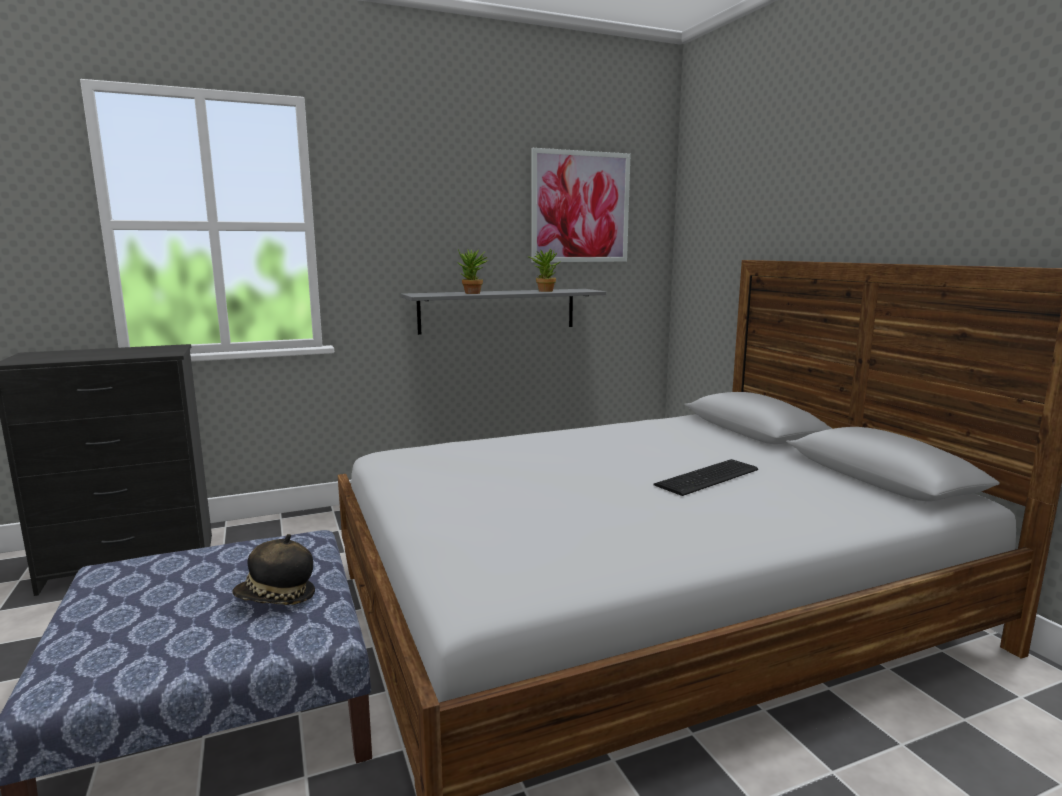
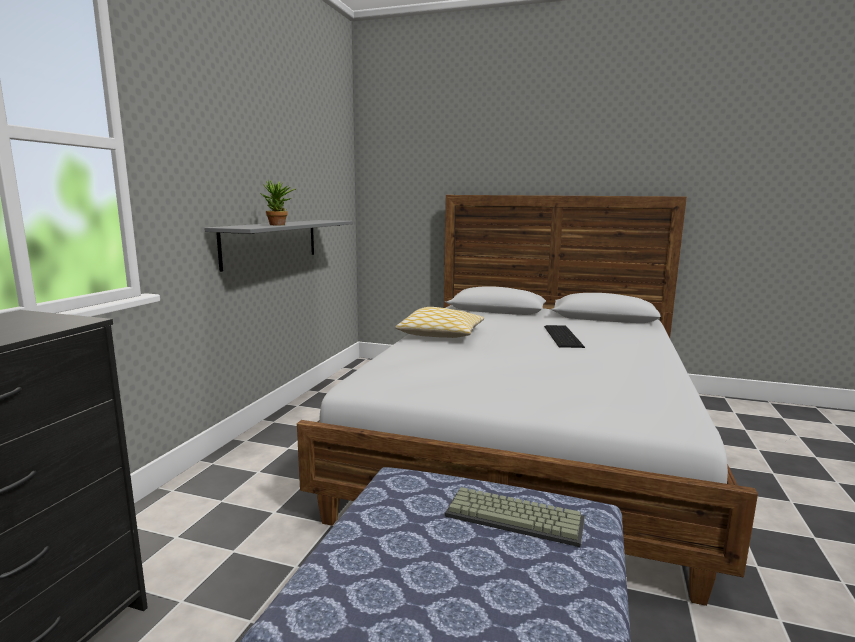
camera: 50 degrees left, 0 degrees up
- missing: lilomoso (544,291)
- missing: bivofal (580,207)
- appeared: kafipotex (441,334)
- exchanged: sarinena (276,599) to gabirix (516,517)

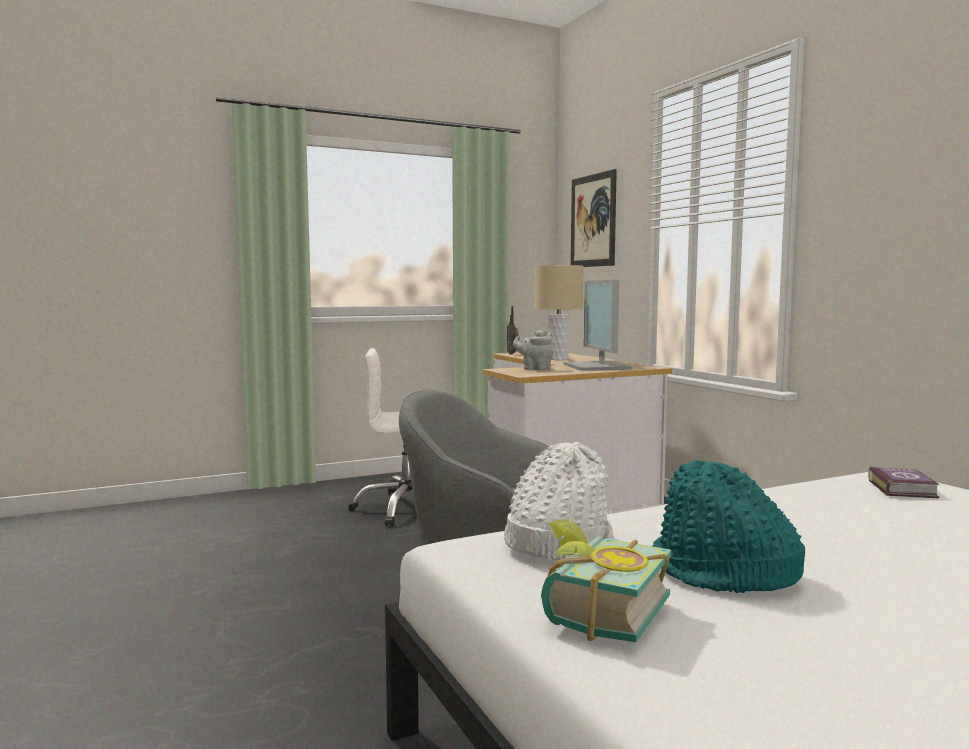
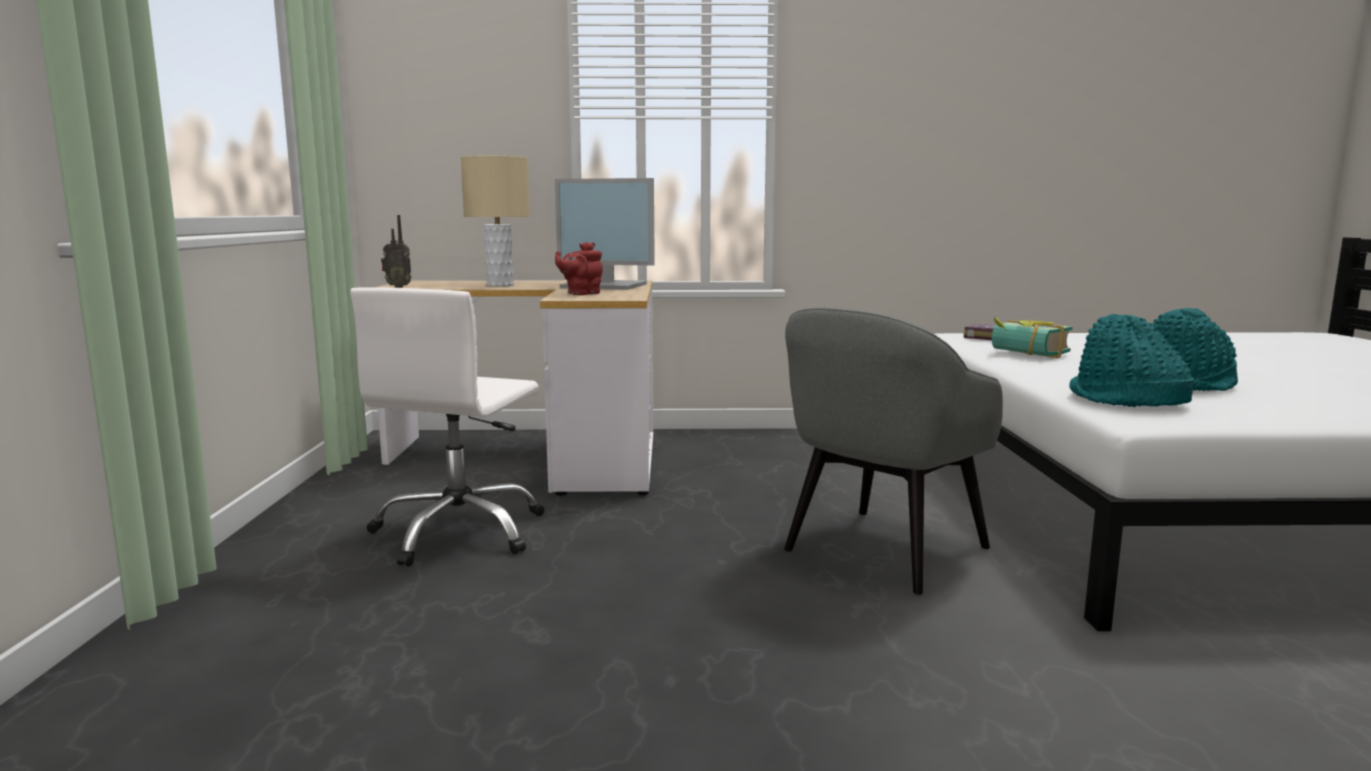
camera: 65 degrees left, 5 degrees up
- missing: bivofal (593,220)
- relocated: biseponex (594,612) to (1025,355)
- colour: white sarinena (557,542) to turquoise sarinena (1126,400)
- colour: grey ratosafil (534,369) to red ratosafil (581,293)

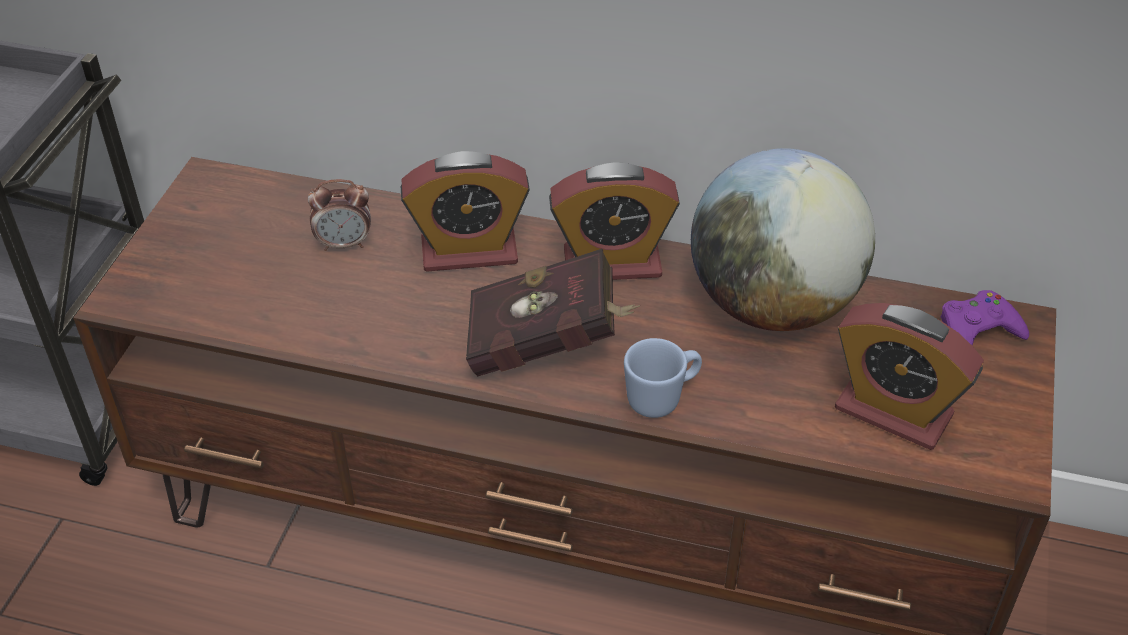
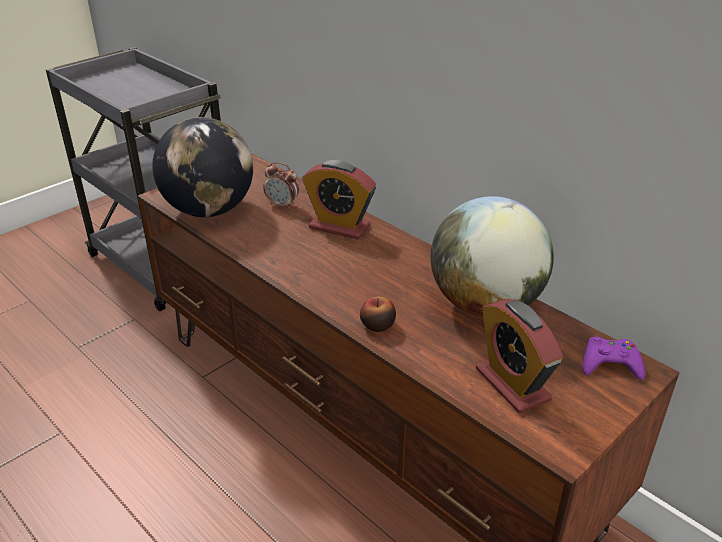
camera: 30 degrees right, 10 degrees down
- missing: red biseponex (548,344)
- missing: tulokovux (612,263)
- appeared: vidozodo (209,210)
- exchanged: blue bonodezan (662,398) to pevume (377,325)

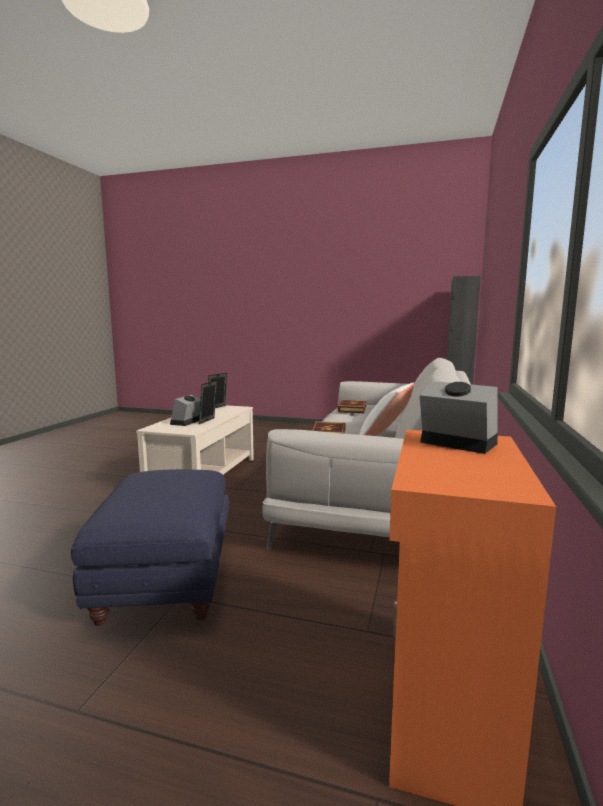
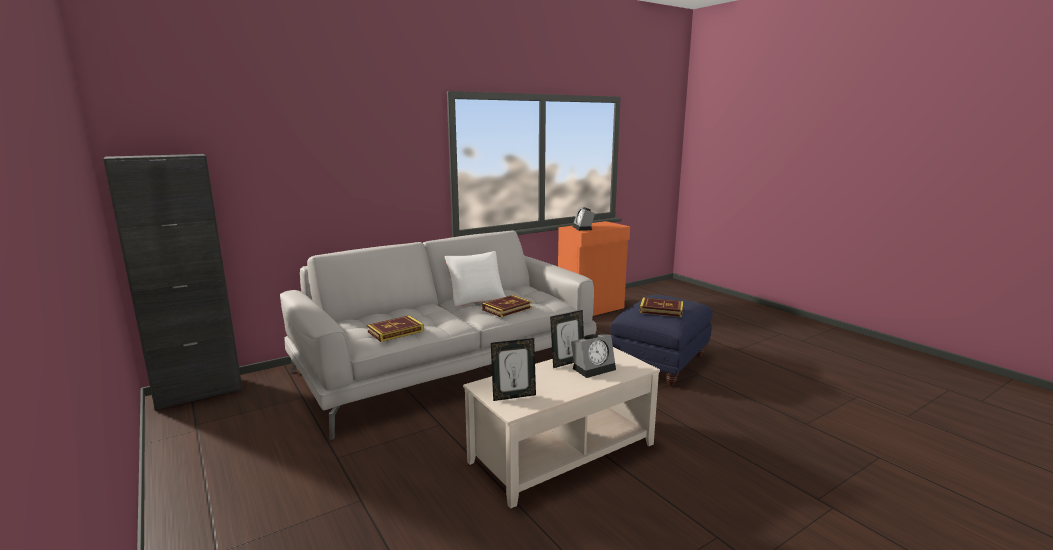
camera: 140 degrees left, 5 degrees up
- appeared: biseponex (661,310)

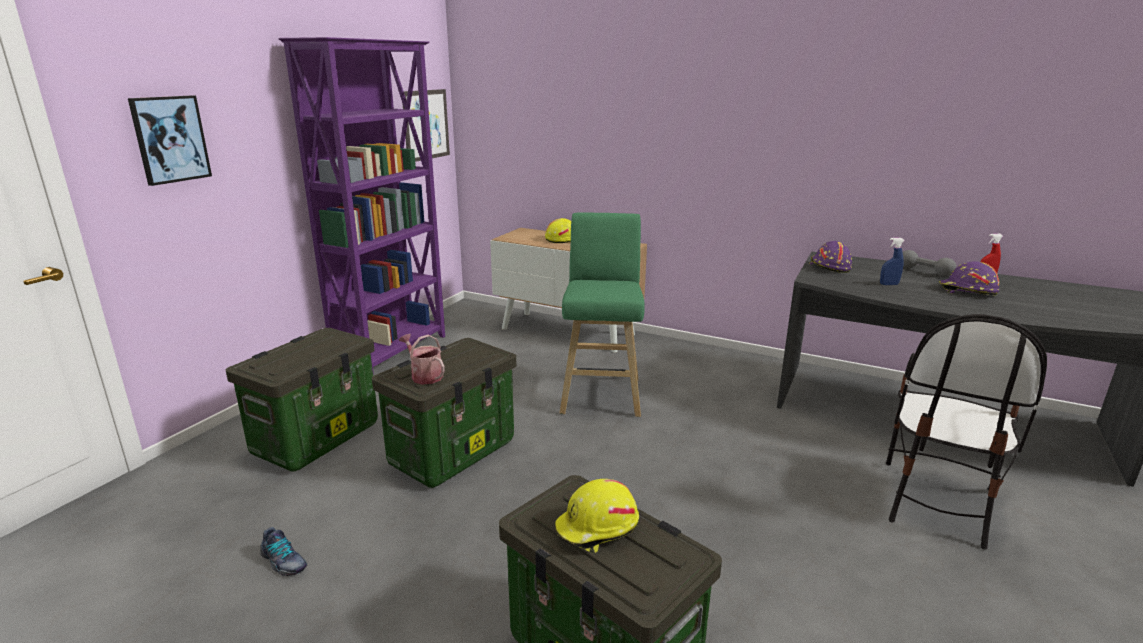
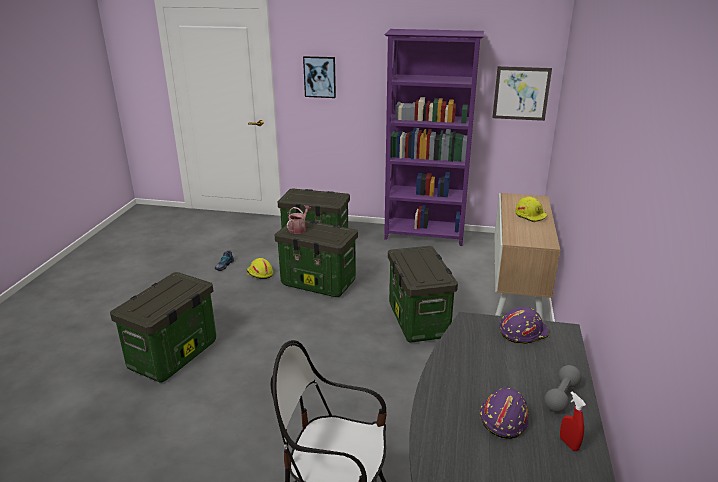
camera: 75 degrees right, 5 degrees up
- missing: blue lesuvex (889,284)
- relocated: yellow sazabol (597,528) to (259,274)
- exchanged: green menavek (601,393) to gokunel (419,321)

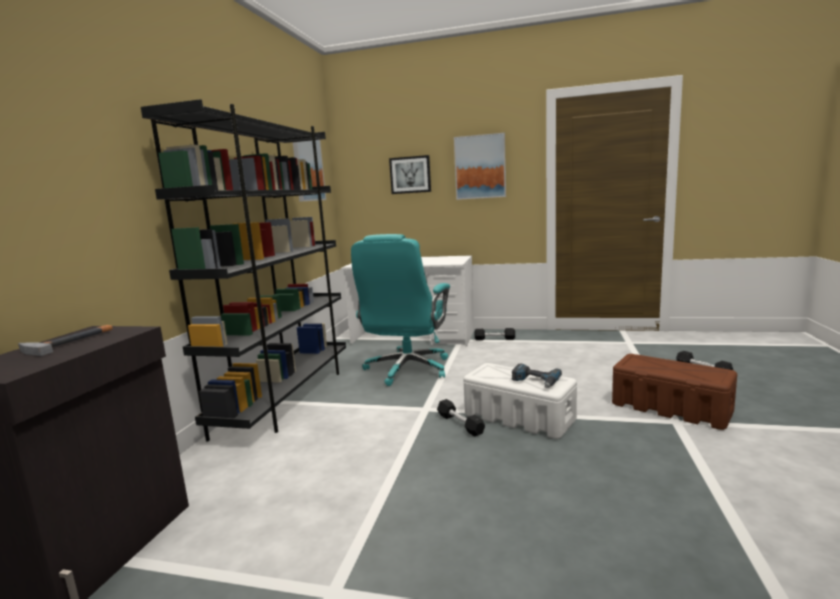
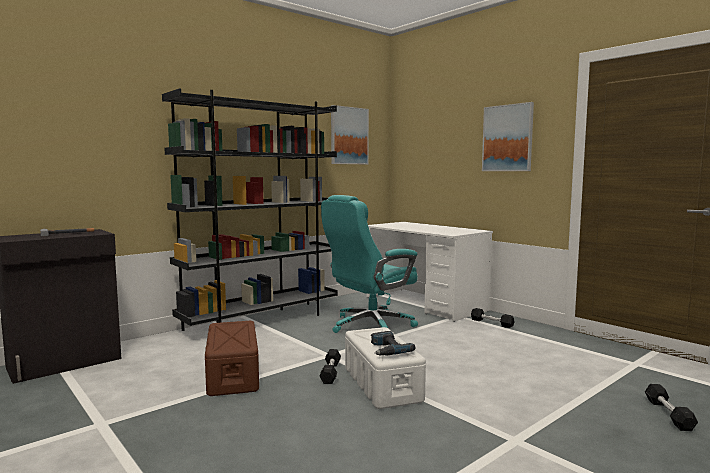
camera: 35 degrees right, 5 degrees down
- missing: bivofal (410,175)
- relocated: brown gokunel (671,408) to (233,374)

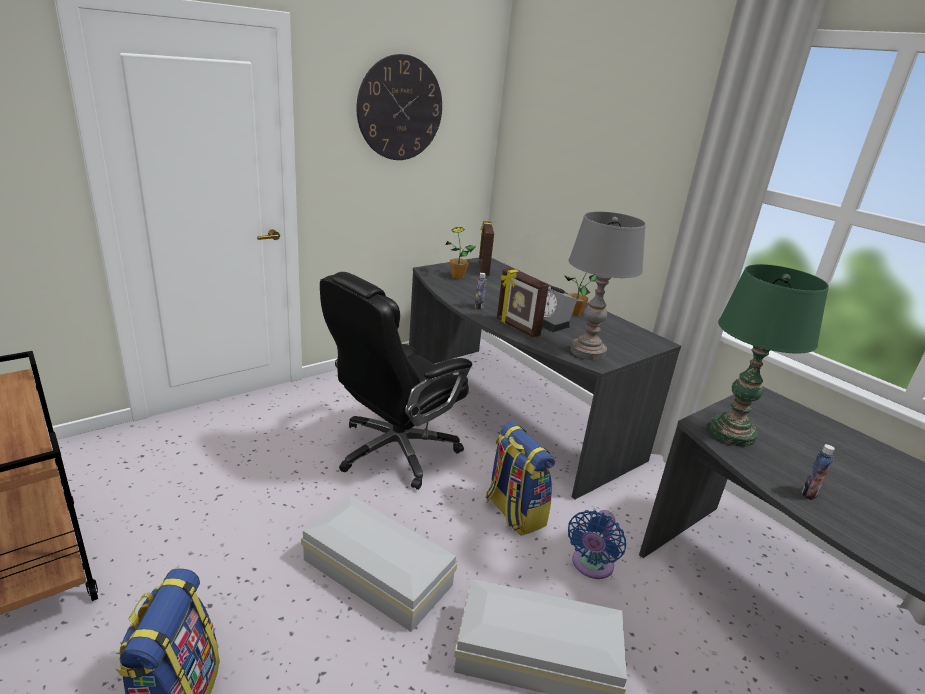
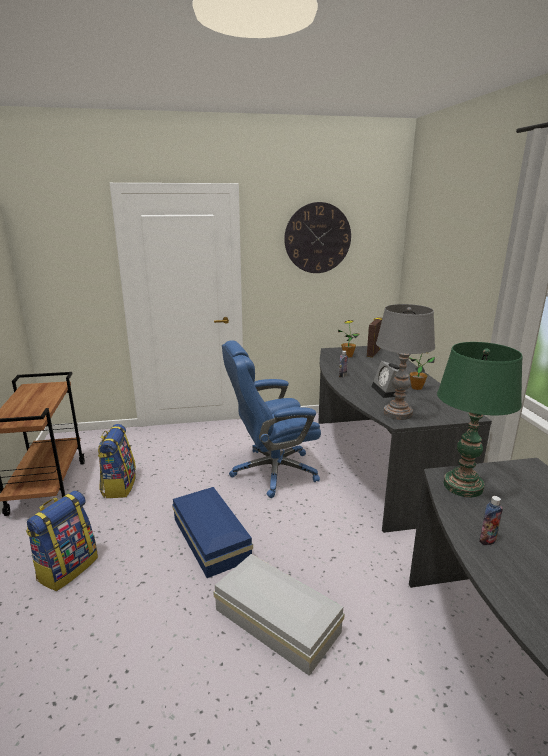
camera: 30 degrees right, 5 degrees down
- missing: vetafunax (517,327)
- missing: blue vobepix (591,566)
- relocated: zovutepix (513,512) to (119,486)
- colour: white gokunel (378,574) to blue gokunel (210,540)
- colour: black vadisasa (394,451) to blue vadisasa (272,471)

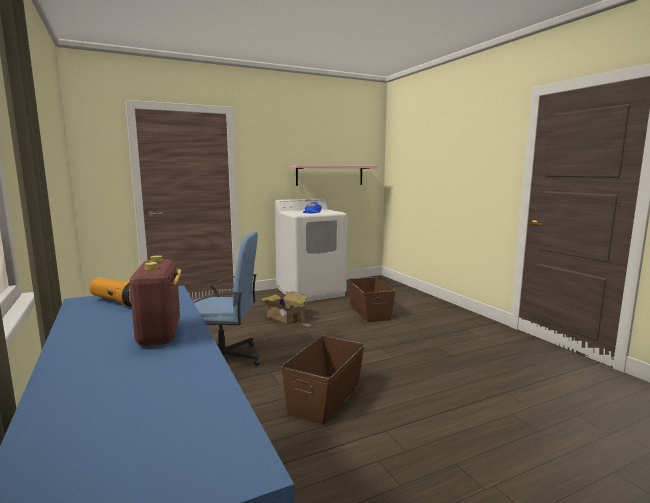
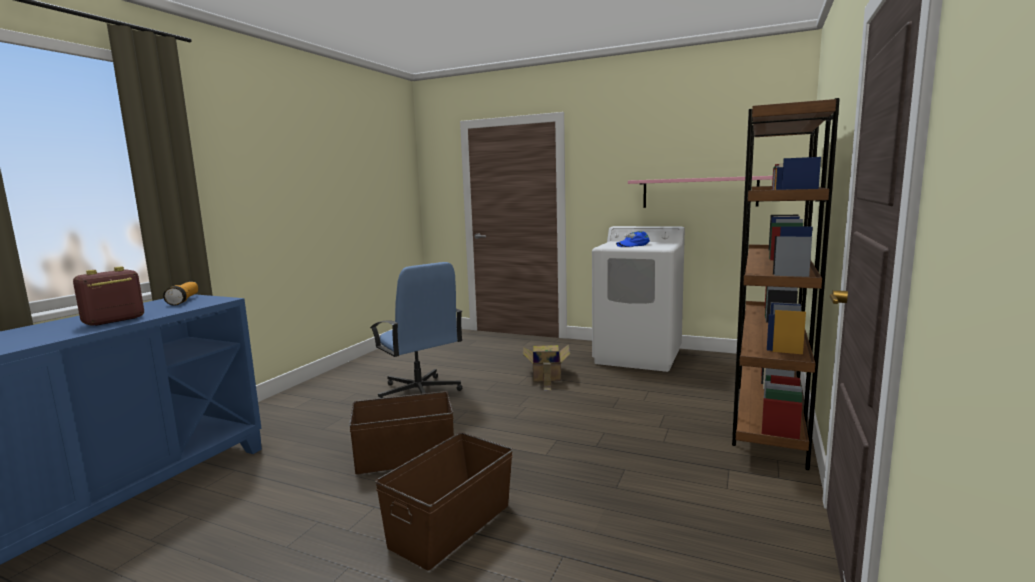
camera: 50 degrees right, 0 degrees up
- appeared: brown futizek (768,418)
- relocated: brown gokunel (370,312) to (452,525)

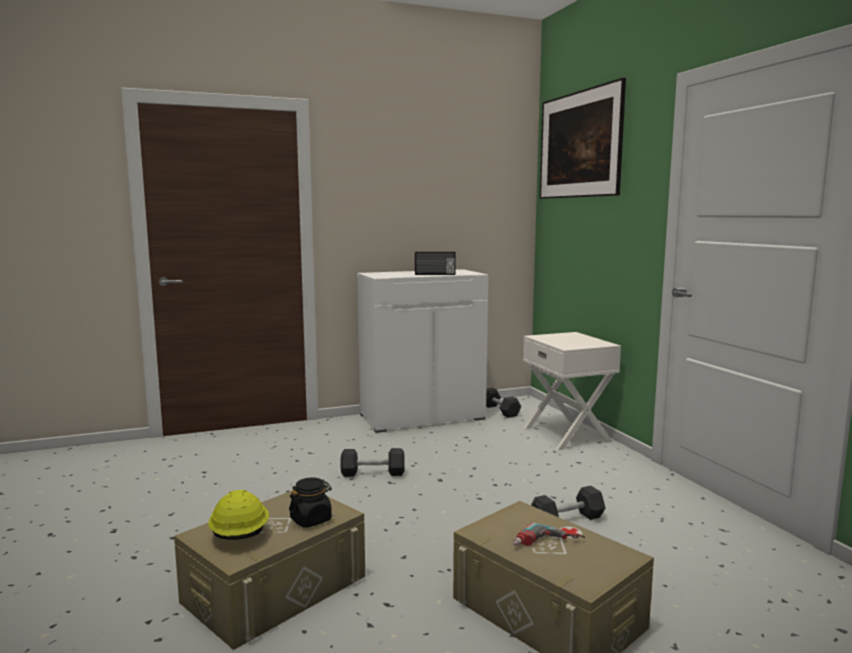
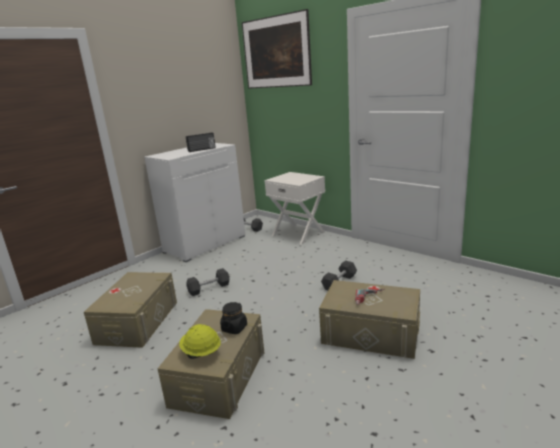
camera: 25 degrees left, 10 degrees up
- appeared: beige gokunel (138,322)

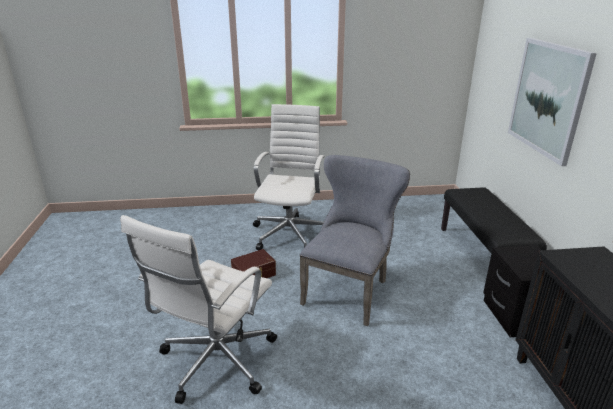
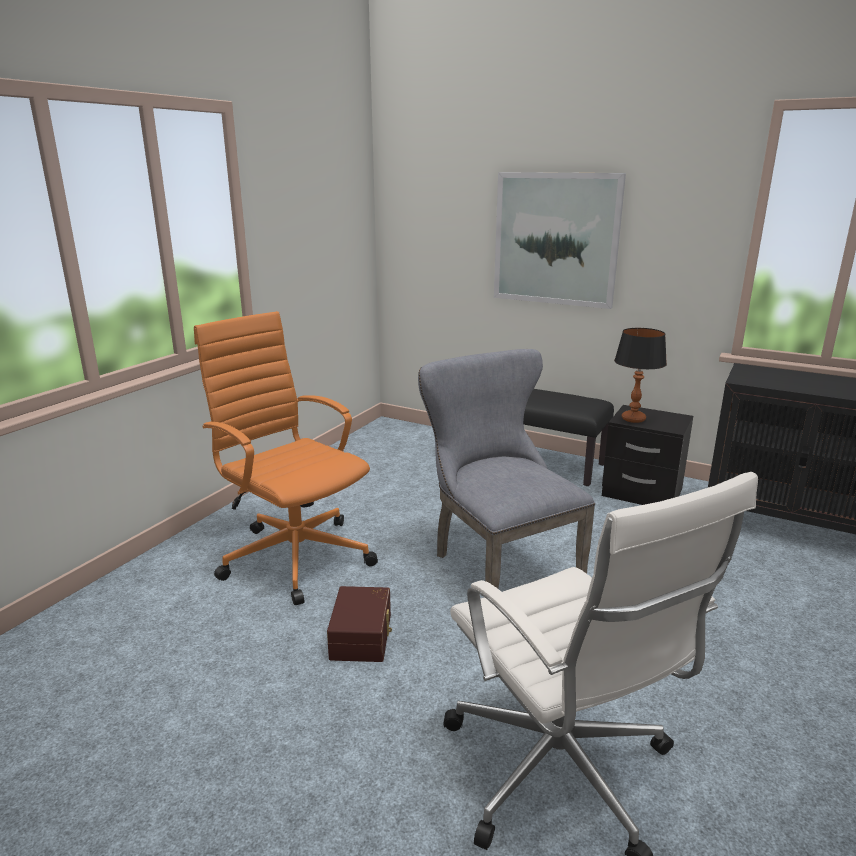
camera: 55 degrees left, 5 degrees down
- appeared: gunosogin (633,419)
- colour: white vadisasa (290,233) to orange vadisasa (295,555)

